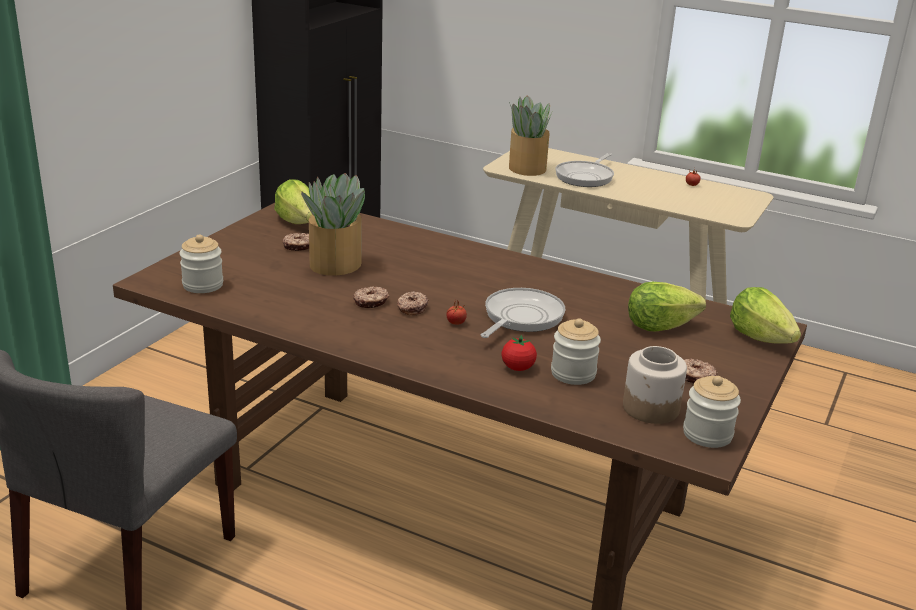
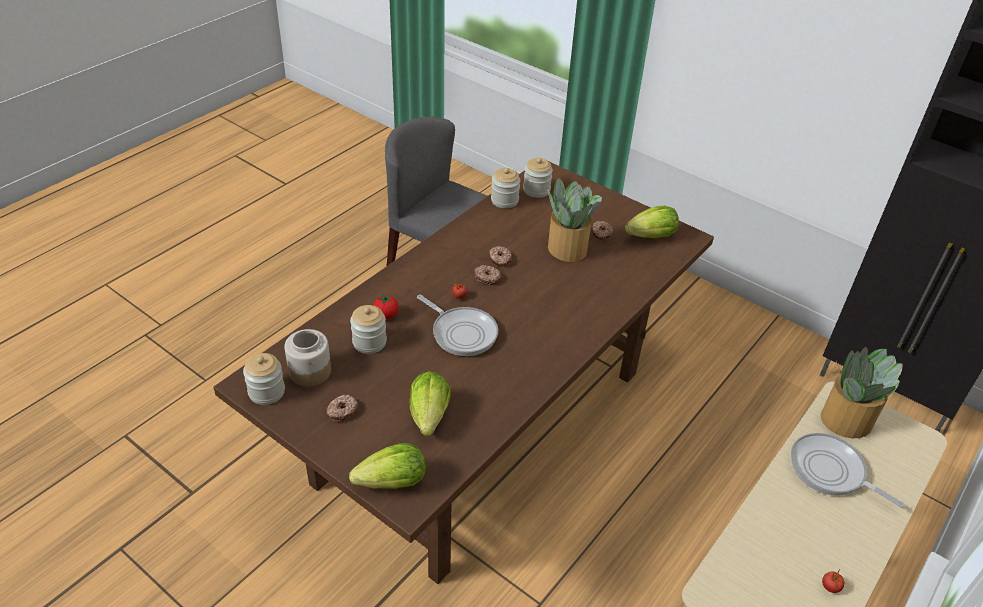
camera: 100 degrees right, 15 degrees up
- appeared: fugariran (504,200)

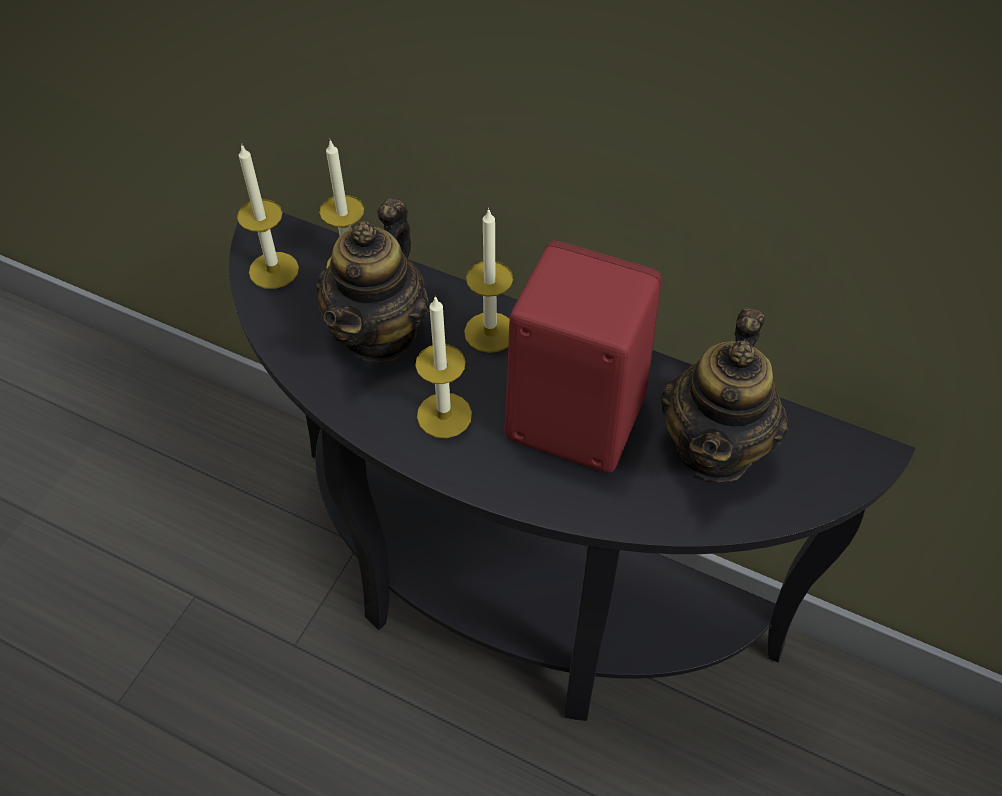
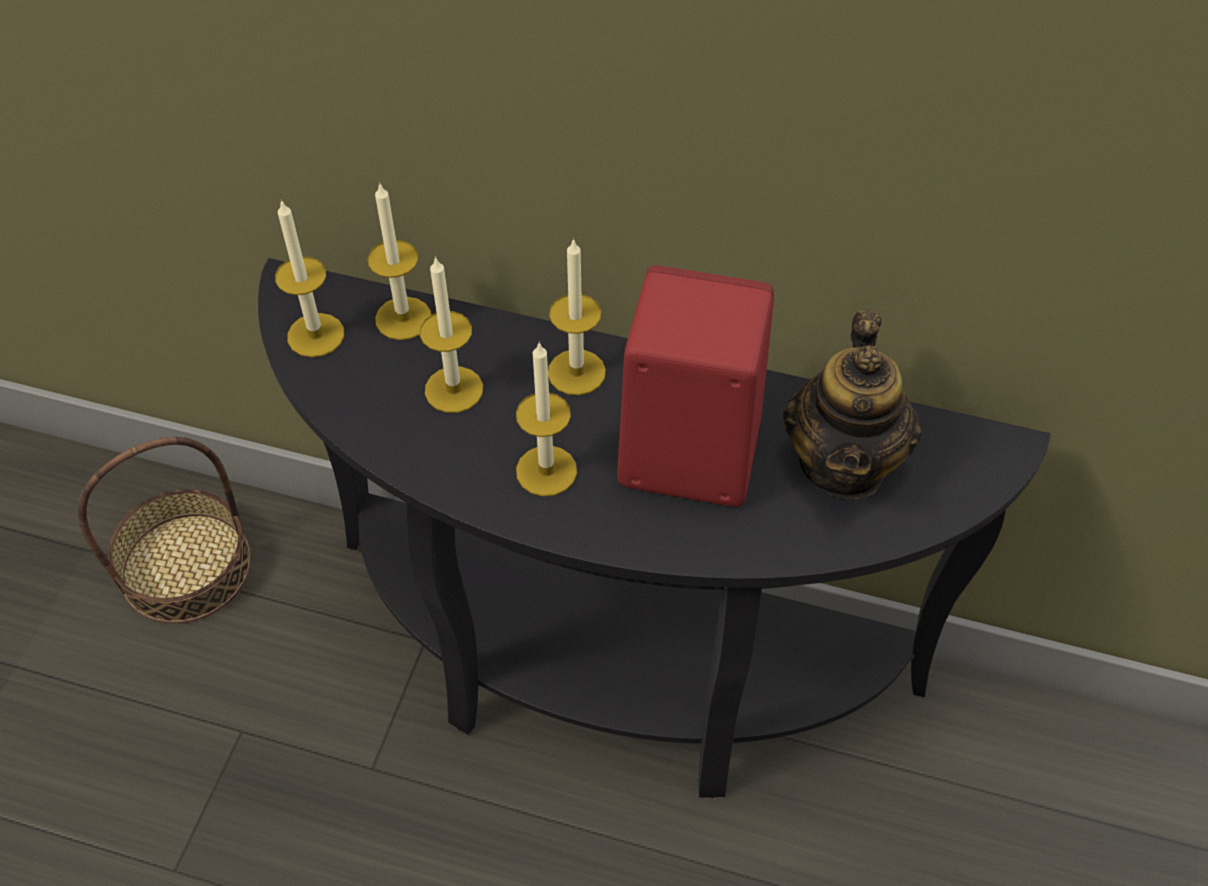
camera: 10 degrees left, 0 degrees up
- appeared: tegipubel (186,567)
- exchanged: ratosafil (380,333) to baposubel (454,389)

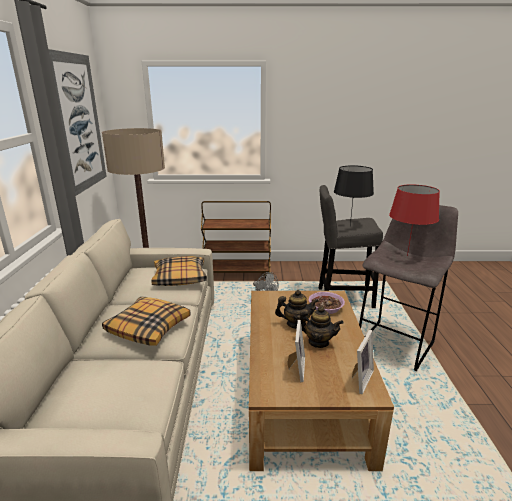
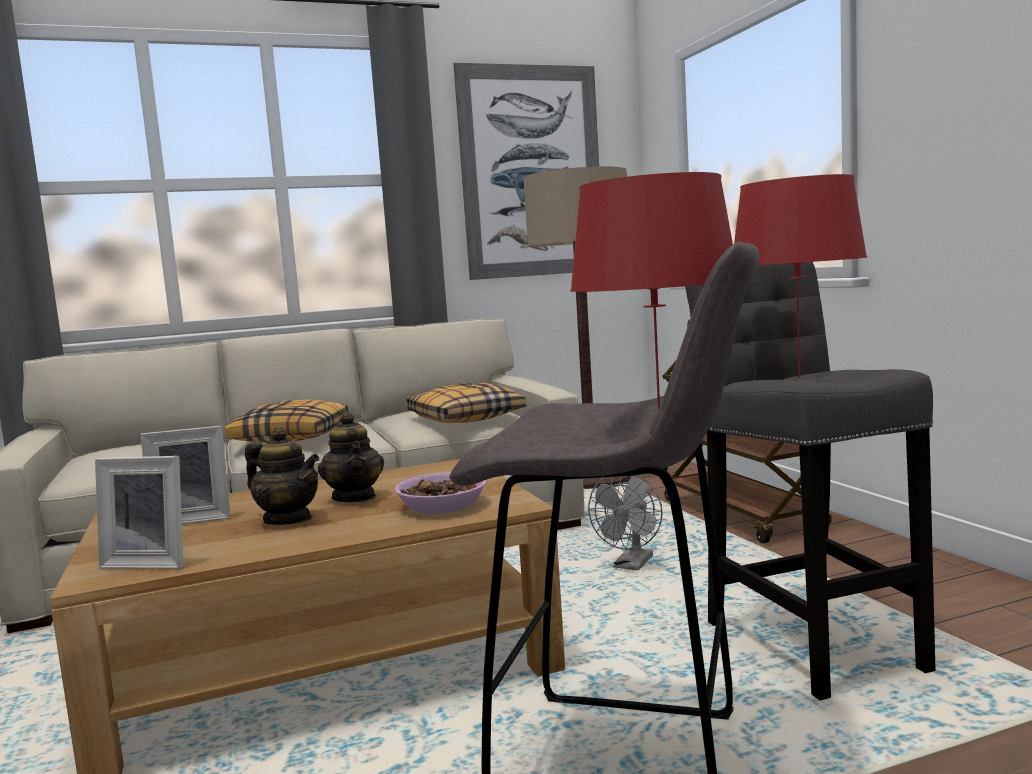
camera: 70 degrees right, 15 degrees down
- colour: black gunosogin (350,226) to red gunosogin (799,377)
- spun: ratosafil (318,342) = (288,519) 60 degrees counterclockwise

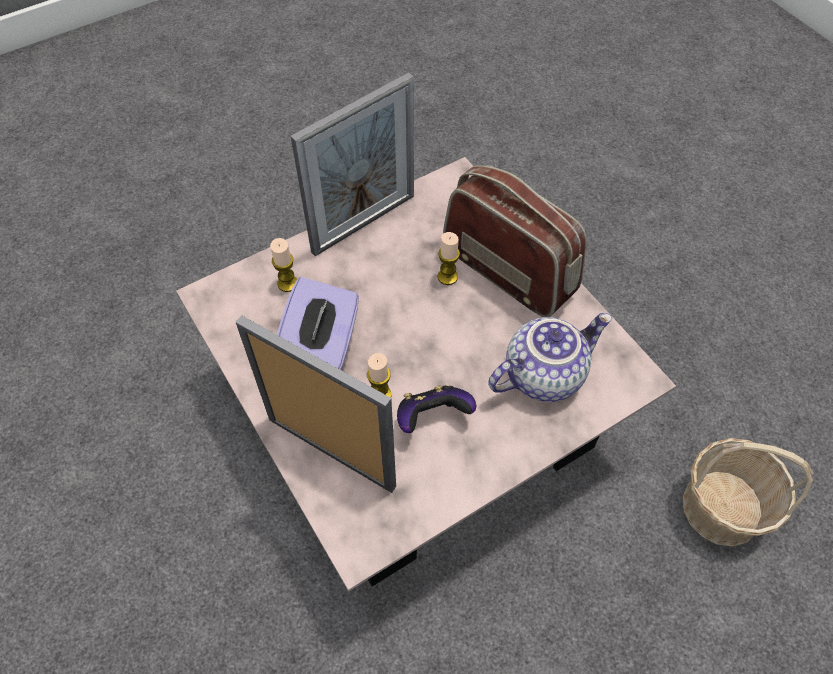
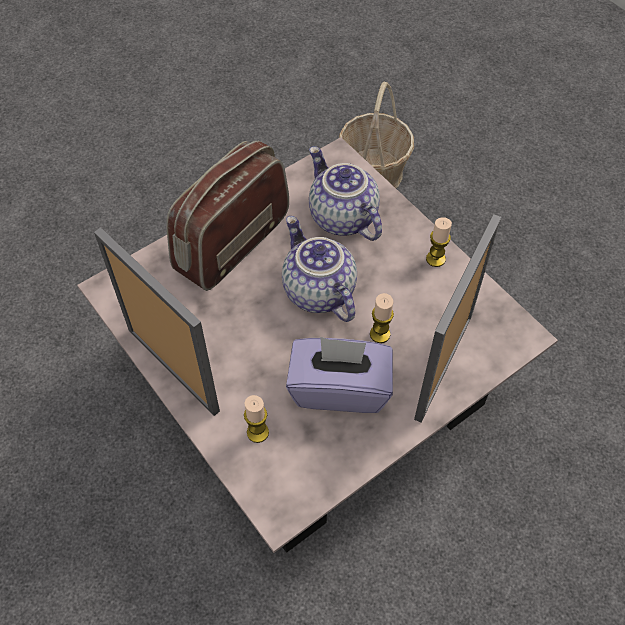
camera: 95 degrees left, 0 degrees up
- missing: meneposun (432,417)
- appeared: ratosafil (317,291)
- relocated: baposubel (447,277) to (435,259)

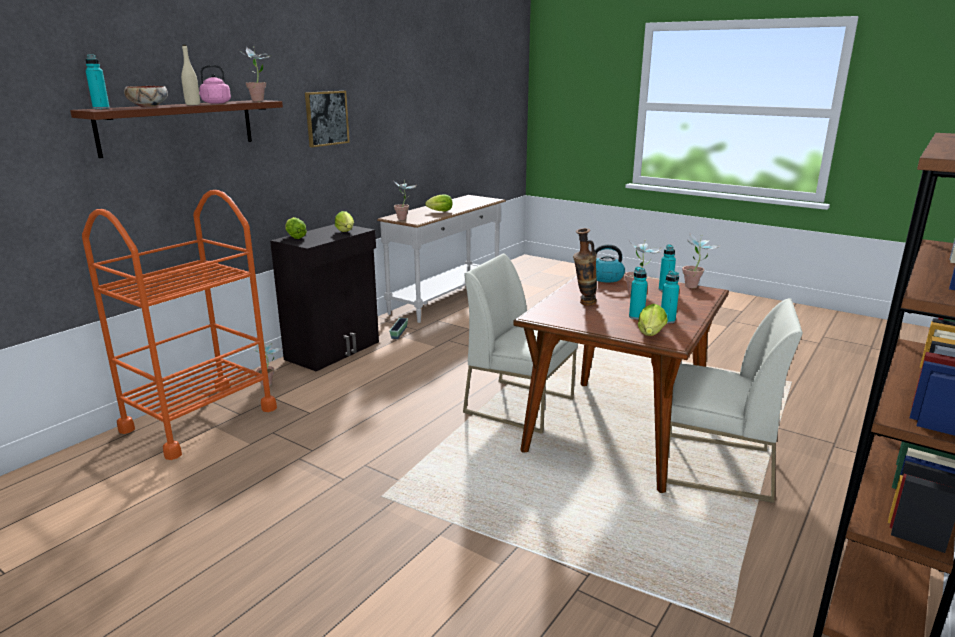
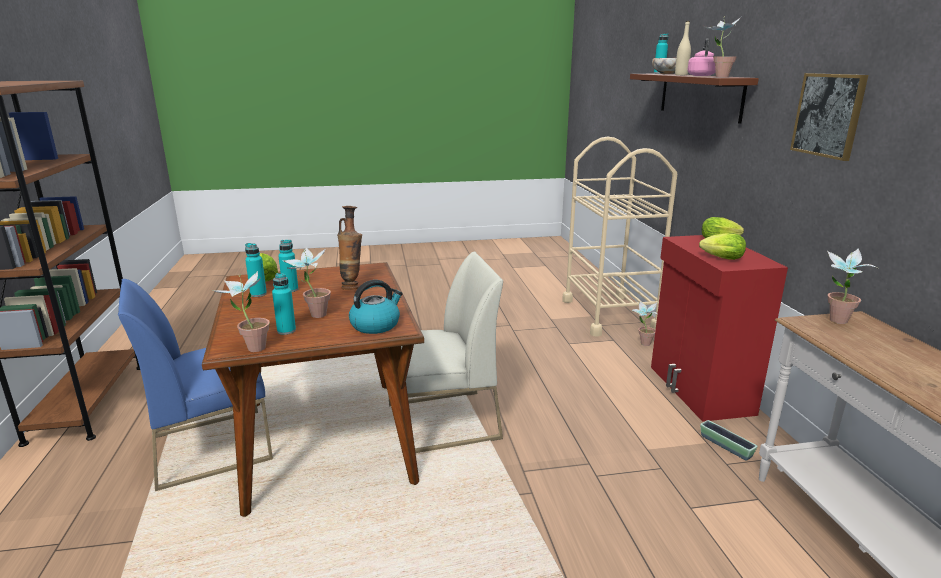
camera: 135 degrees right, 0 degrees up
- missing: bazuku (438,211)
- colour: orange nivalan (199,419) to beige nivalan (609,314)
- colour: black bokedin (334,350) to red bokedin (699,390)
- colour: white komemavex (715,466) to blue komemavex (212,447)

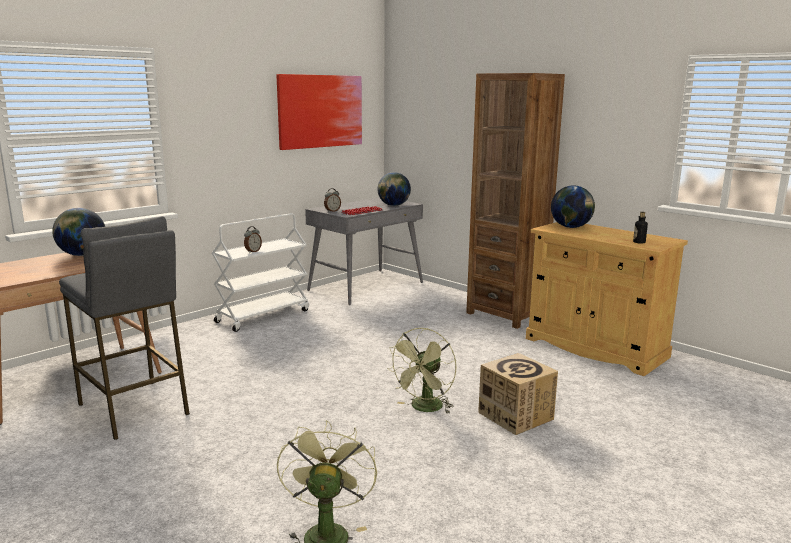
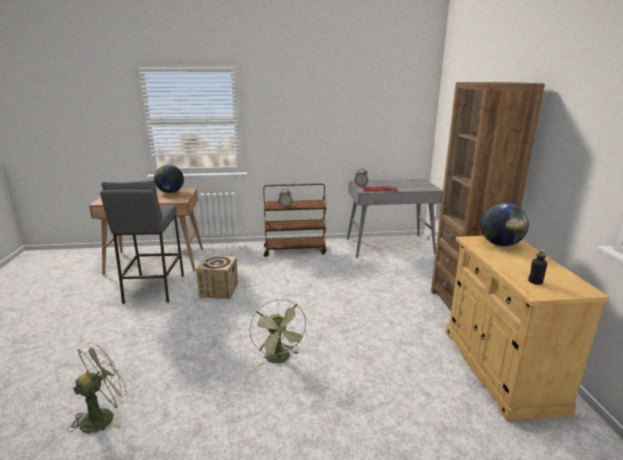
camera: 40 degrees right, 5 degrees up
- missing: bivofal (320,111)
- missing: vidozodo (393,205)
- relocated: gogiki (515,416) to (219,290)
- colour: white nivalan (263,316) to brown nivalan (295,250)
- spun: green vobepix (424,409) = (280,359) 90 degrees counterclockwise

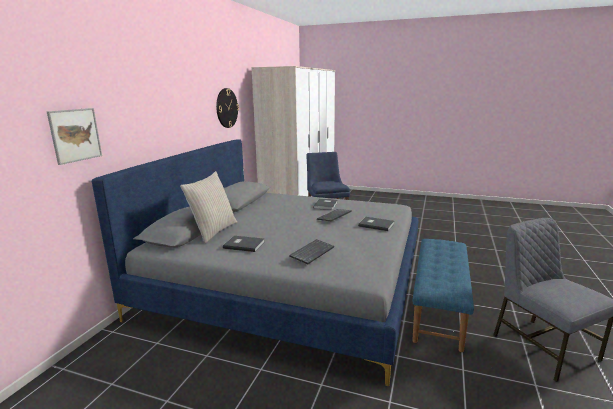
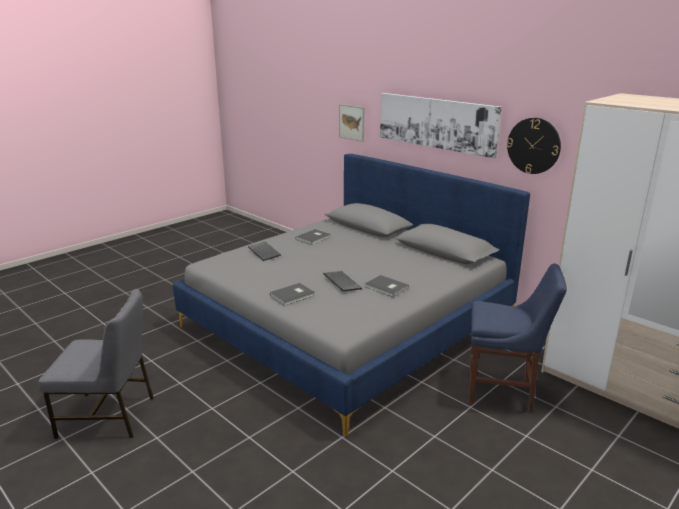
camera: 115 degrees right, 5 degrees up
- missing: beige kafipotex (213,231)
- missing: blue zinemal (438,307)
- appeared: bivofal (436,123)

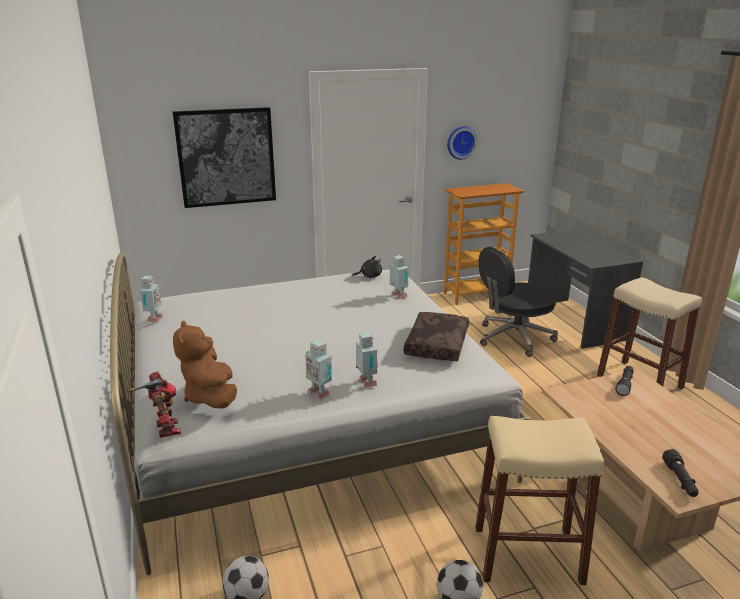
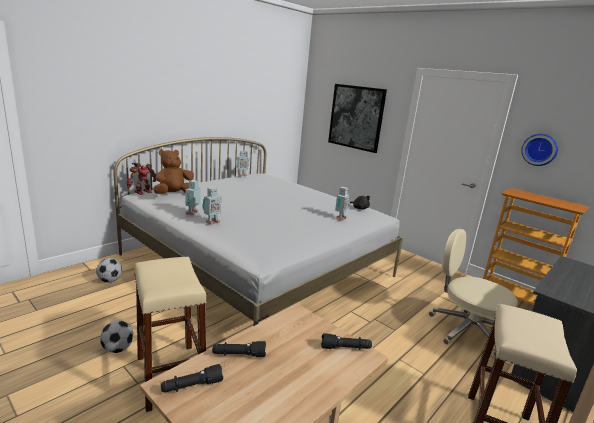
camera: 60 degrees right, 5 degrees down
- missing: brown kafipotex (435,344)
- appeared: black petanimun (238,355)
- colour: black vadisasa (513,338) to beige vadisasa (466,330)

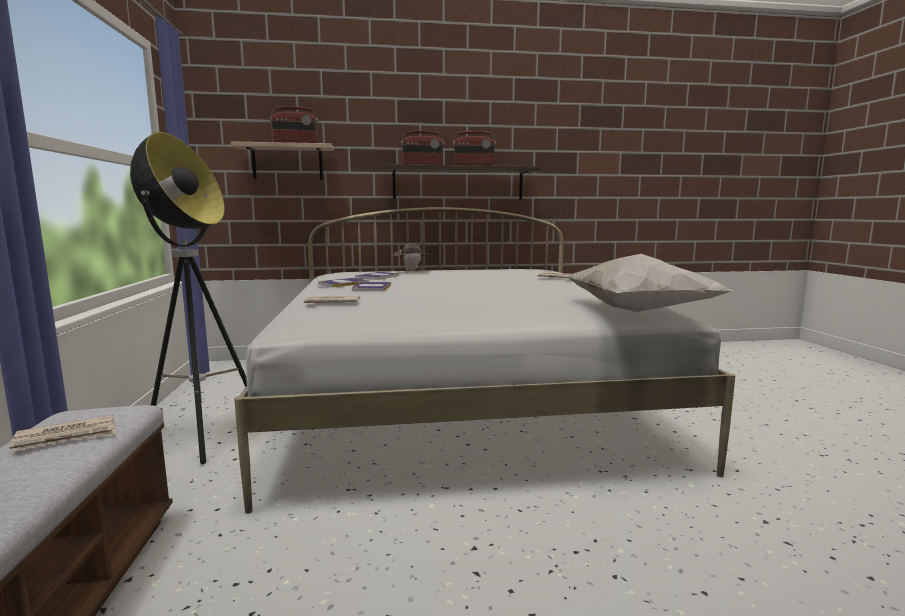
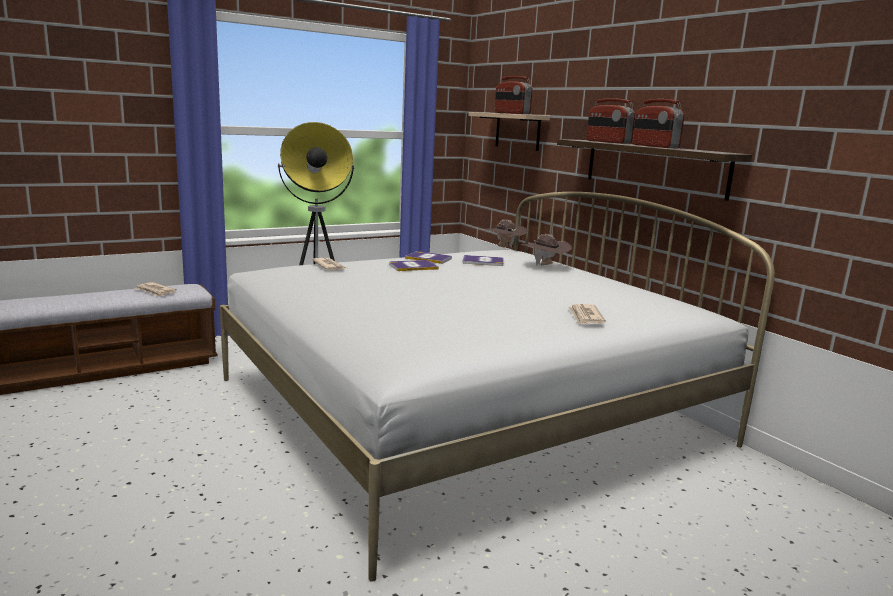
camera: 65 degrees right, 5 degrees up
- missing: white kafipotex (635,311)
- appeared: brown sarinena (504,247)

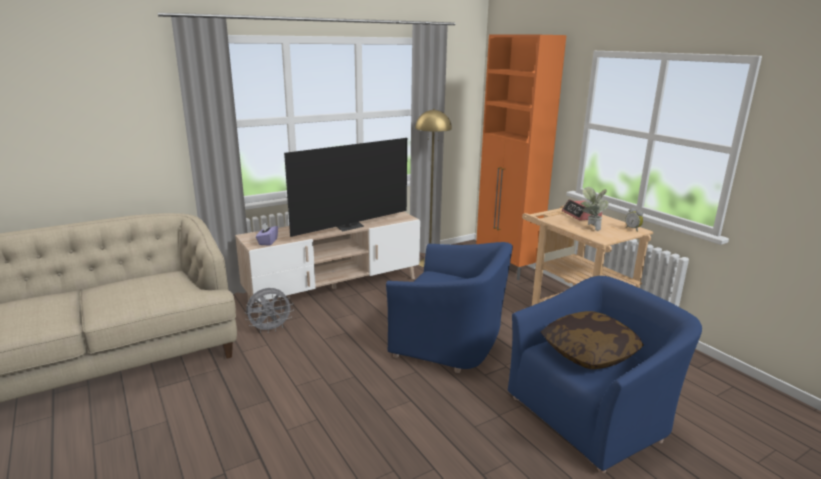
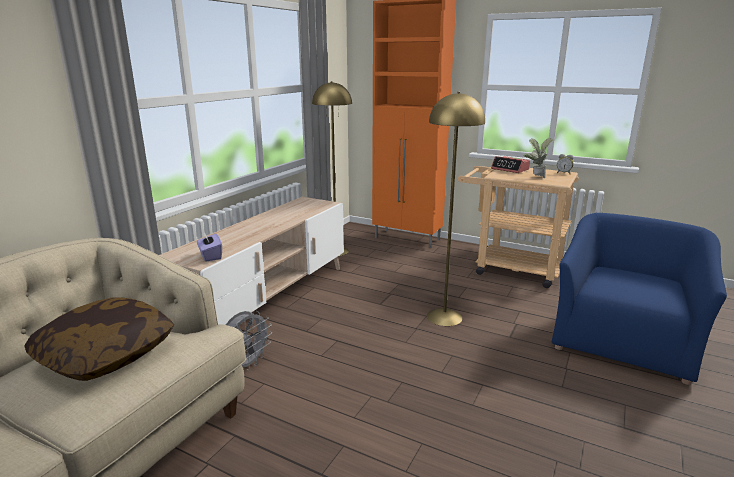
camera: 30 degrees left, 0 degrees up
- missing: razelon (349,226)
- relocated: kafipotex (589,352) to (107,354)
- exchanged: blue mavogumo (450,341) to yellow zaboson (444,317)

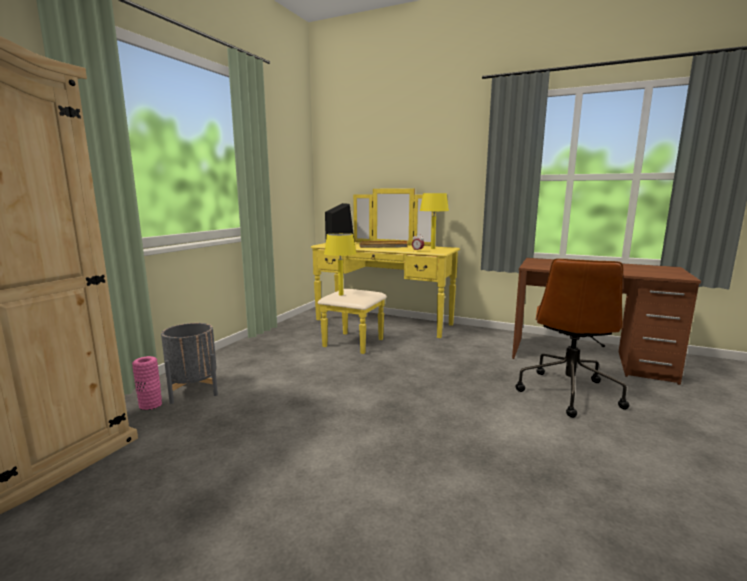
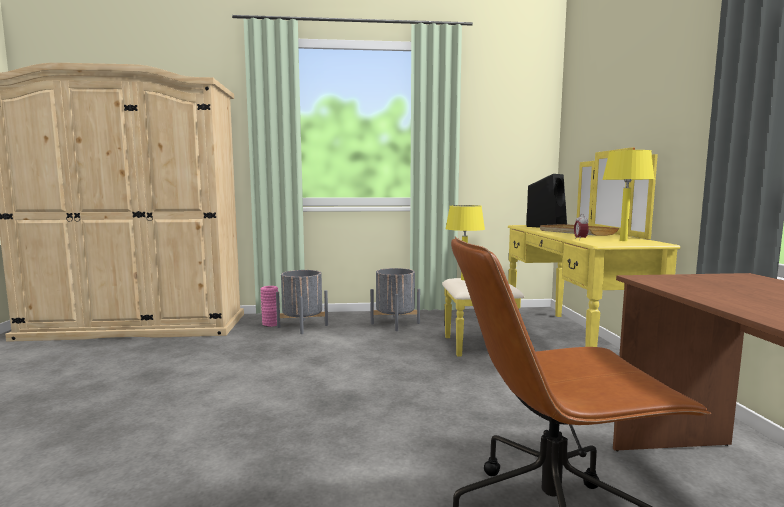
camera: 60 degrees right, 5 degrees down
- appeared: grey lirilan (395,323)

